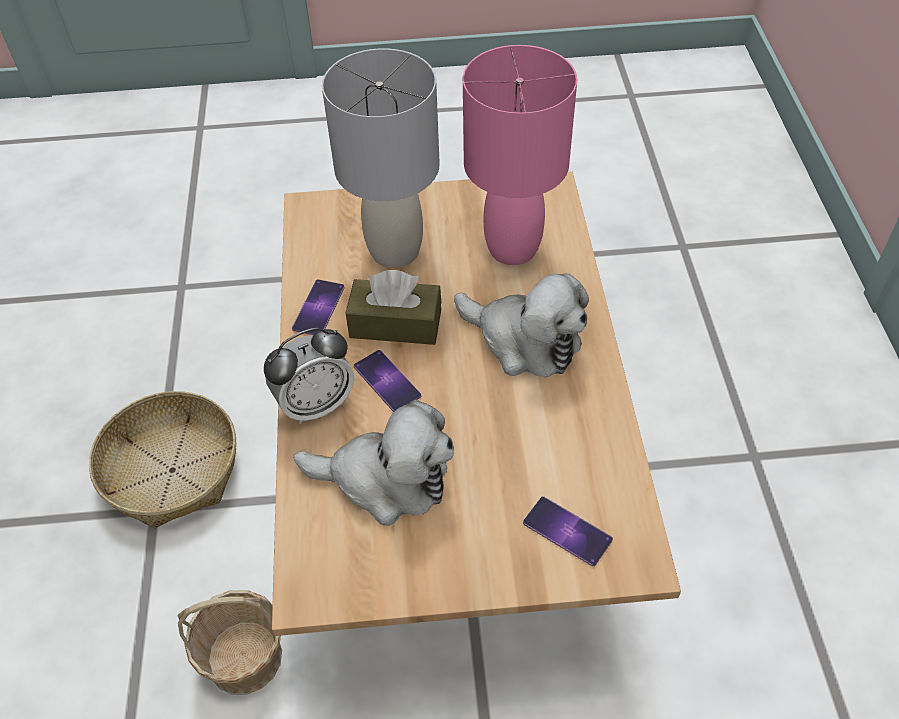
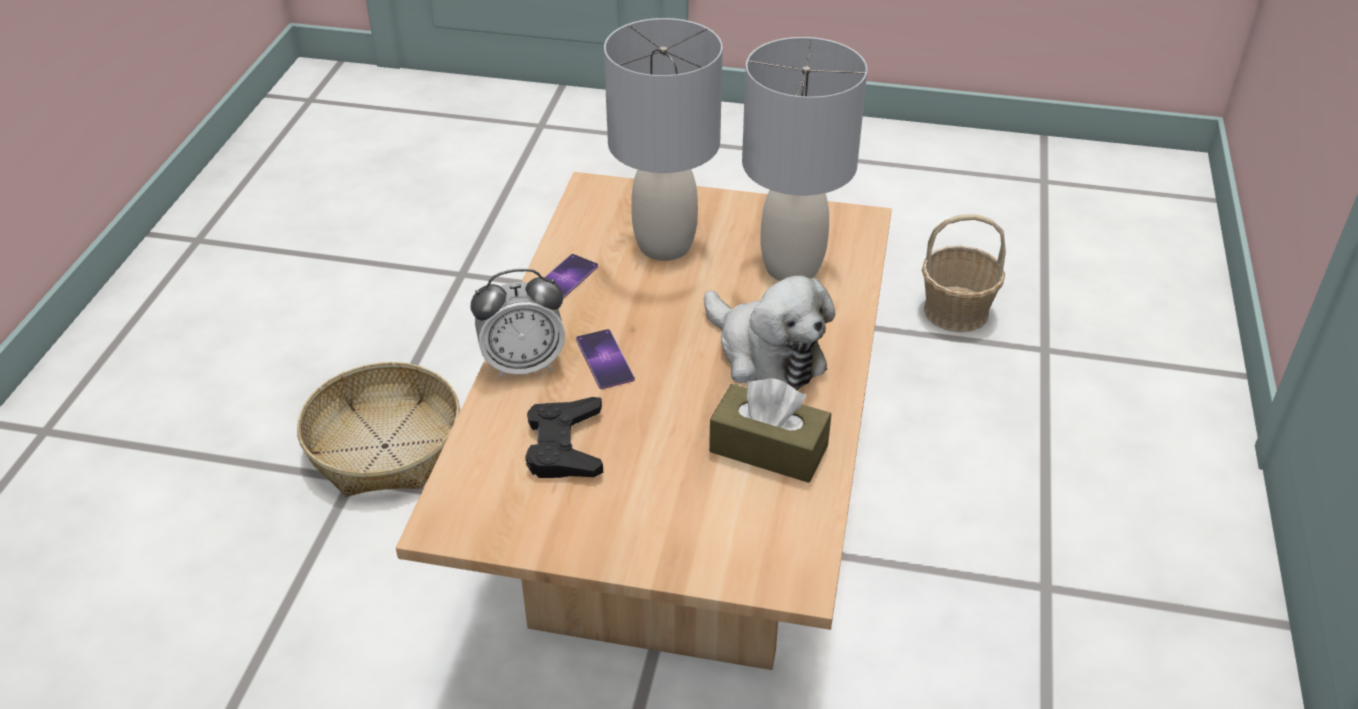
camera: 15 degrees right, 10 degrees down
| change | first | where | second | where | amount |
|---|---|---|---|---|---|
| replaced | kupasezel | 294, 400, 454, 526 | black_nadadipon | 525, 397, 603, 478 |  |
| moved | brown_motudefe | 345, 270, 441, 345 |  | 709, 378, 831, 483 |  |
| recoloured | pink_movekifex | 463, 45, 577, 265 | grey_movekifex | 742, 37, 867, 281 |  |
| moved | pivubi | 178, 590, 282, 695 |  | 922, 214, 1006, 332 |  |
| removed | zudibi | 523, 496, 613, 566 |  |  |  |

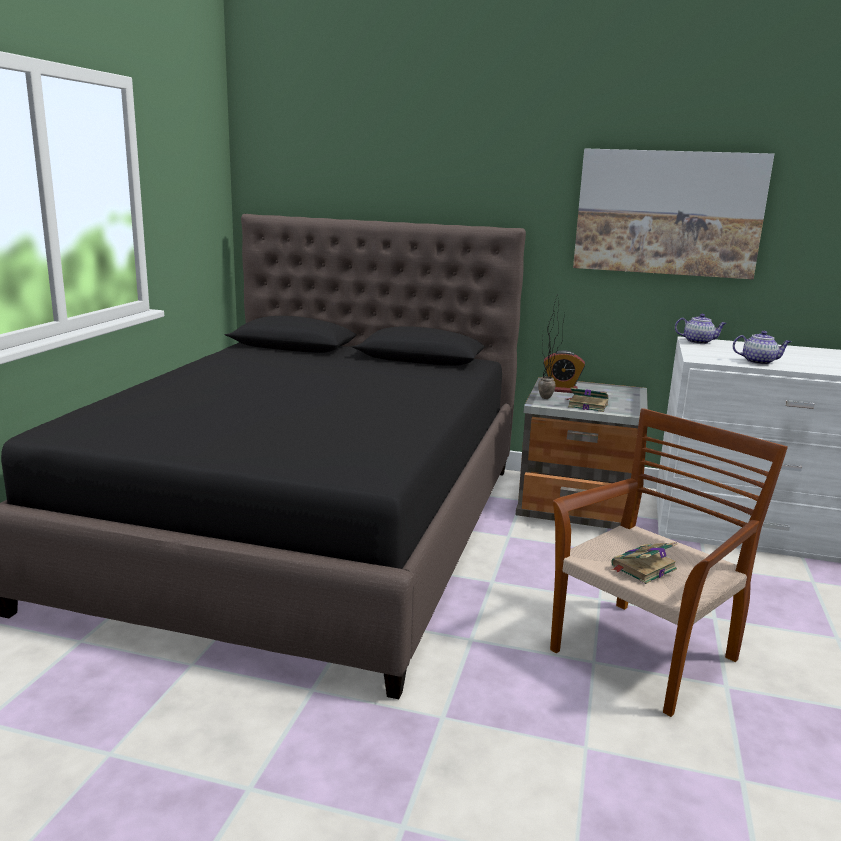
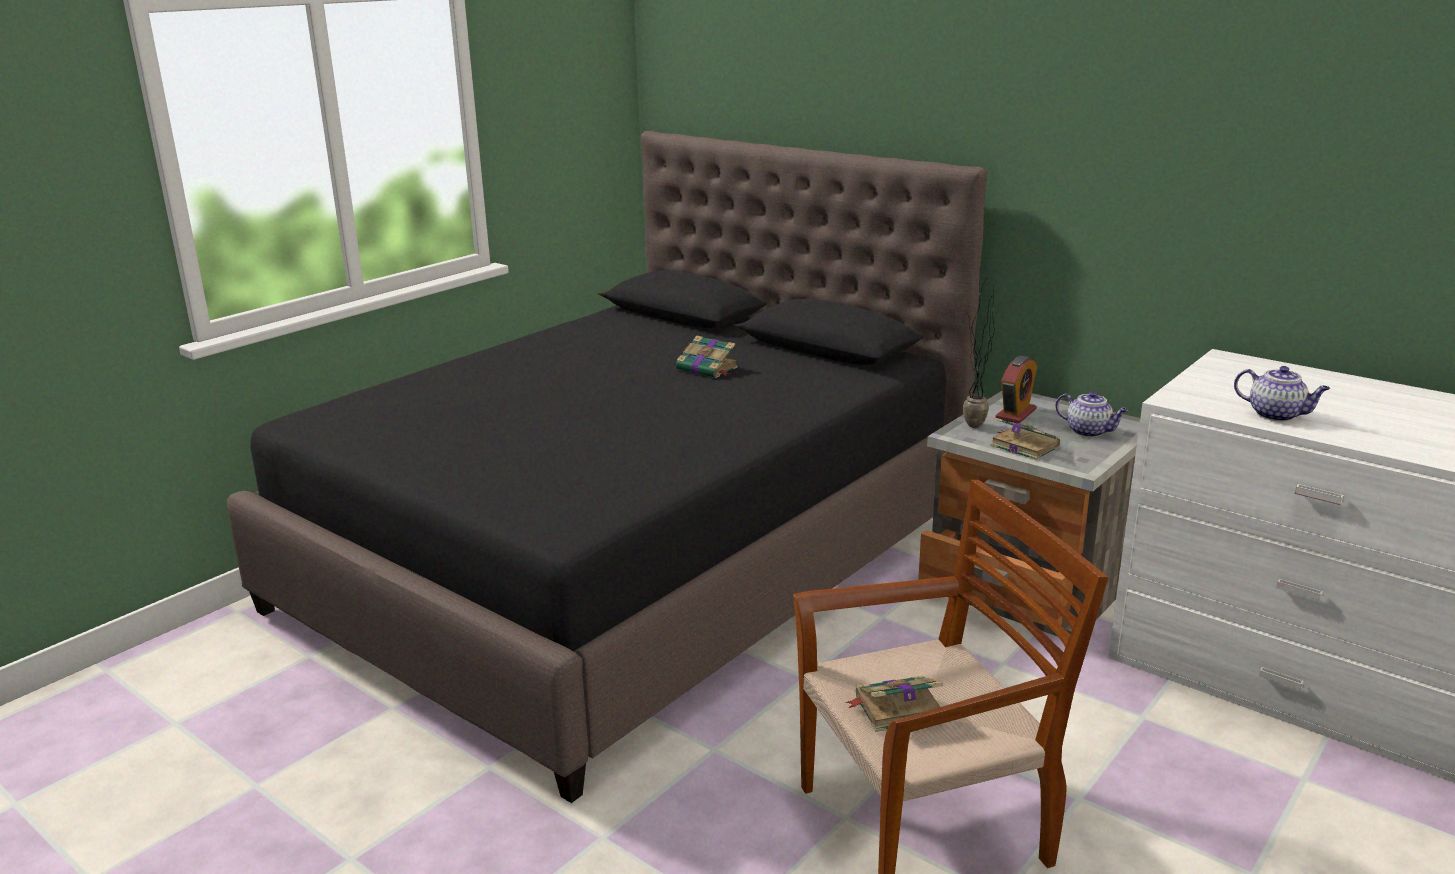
camera: 25 degrees right, 5 degrees up
| change | first | where | second | where | amount |
|---|---|---|---|---|---|
| added |  |  | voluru | 676, 336, 738, 378 |  |
| turned | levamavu | 543, 350, 585, 393 |  | 995, 356, 1037, 424 | 90 degrees counterclockwise |
| moved | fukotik | 675, 314, 727, 344 |  | 1056, 391, 1128, 437 |  |
| removed | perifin | 573, 148, 774, 279 |  |  |  |

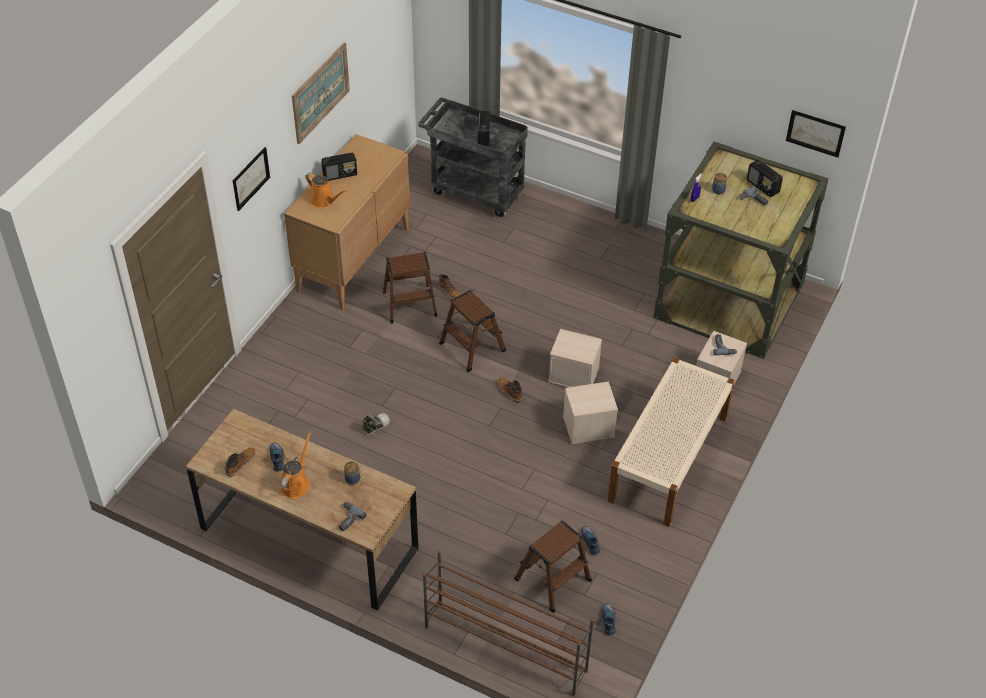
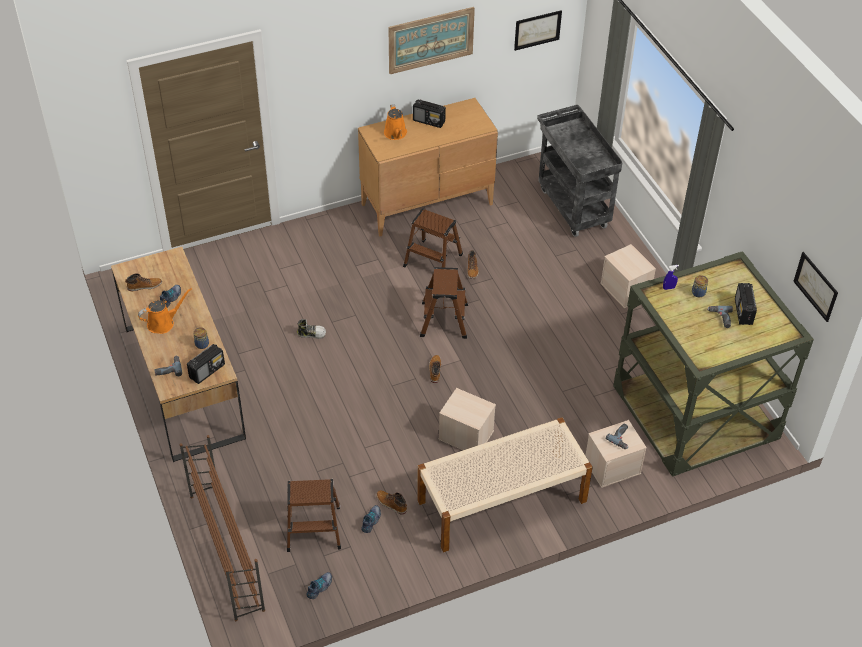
camera: 40 degrees right, 0 degrees up
| change | first | where | second | where | amount |
|---|---|---|---|---|---|
| moved | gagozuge | 478, 111, 491, 146 |  | 187, 344, 225, 384 |  |
| added |  |  | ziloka | 376, 490, 407, 515 |  |
| moved | perifin | 233, 147, 270, 211 |  | 514, 10, 562, 51 |  |
| moved | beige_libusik | 548, 329, 602, 387 |  | 600, 244, 656, 308 |  |

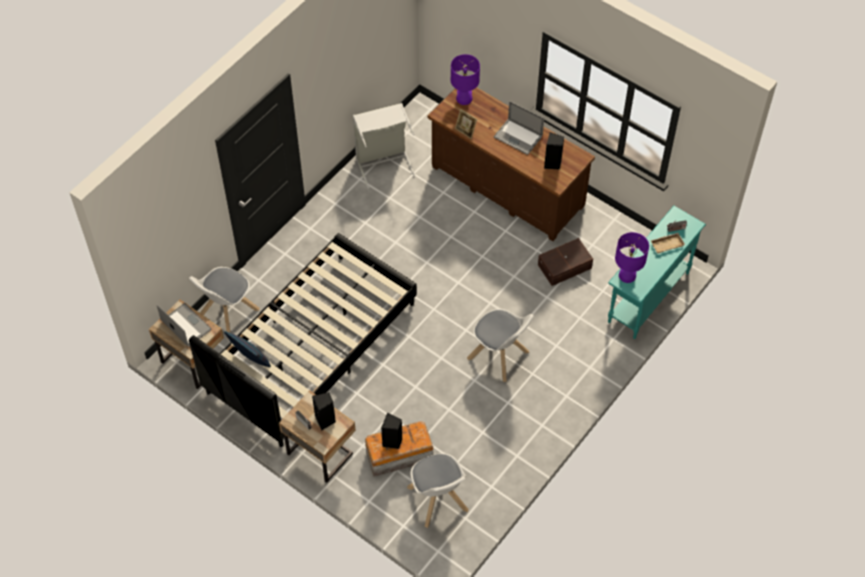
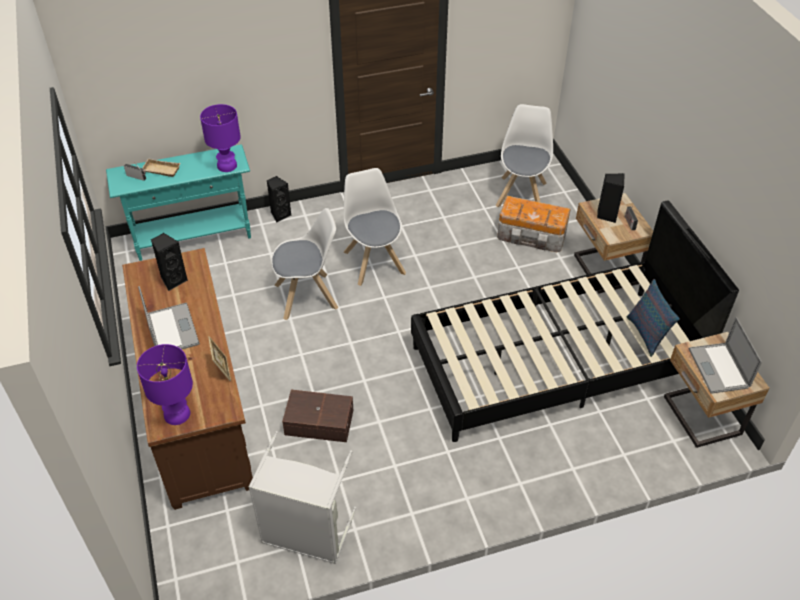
camera: 145 degrees left, 10 degrees down
| change | first | where | second | where | amount |
|---|---|---|---|---|---|
| moved | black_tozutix | 381, 413, 403, 449 |  | 266, 176, 291, 222 |  |
| moved | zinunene | 189, 267, 260, 338 |  | 272, 208, 338, 320 |  |
| moved | brown_libusik | 538, 238, 593, 286 |  | 282, 390, 353, 442 |  |

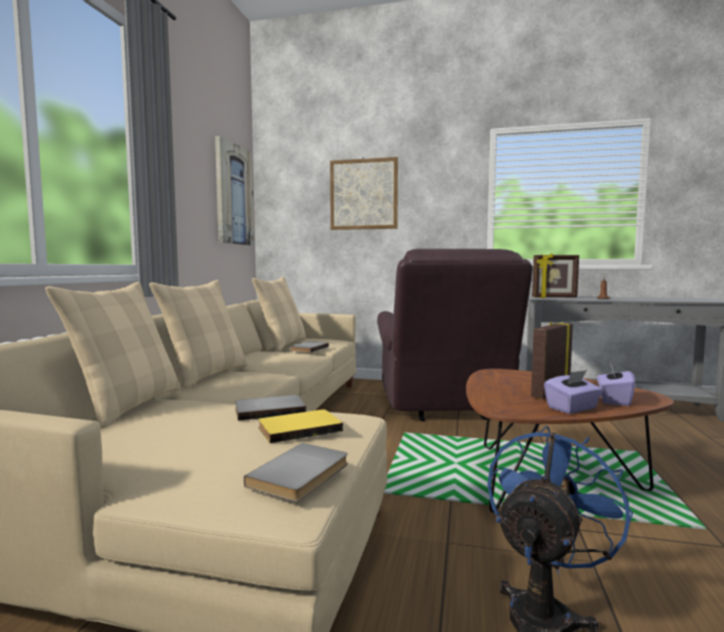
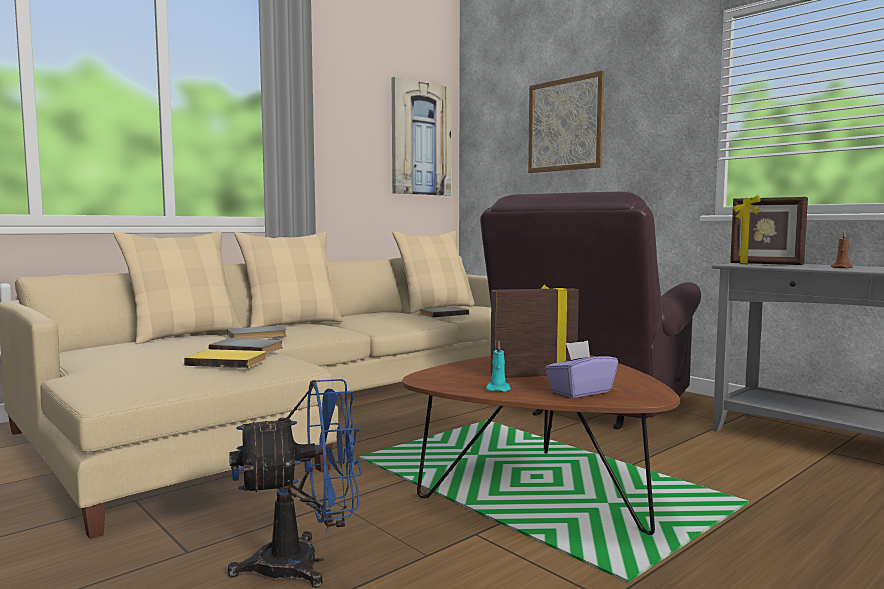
camera: 35 degrees right, 0 degrees up
| change | first | where | second | where | amount |
|---|---|---|---|---|---|
| moved | grey_voluru | 244, 443, 348, 502 |  | 227, 325, 286, 339 |  |
| replaced | purple_motudefe | 544, 370, 603, 414 | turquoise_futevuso | 486, 341, 511, 392 |  |

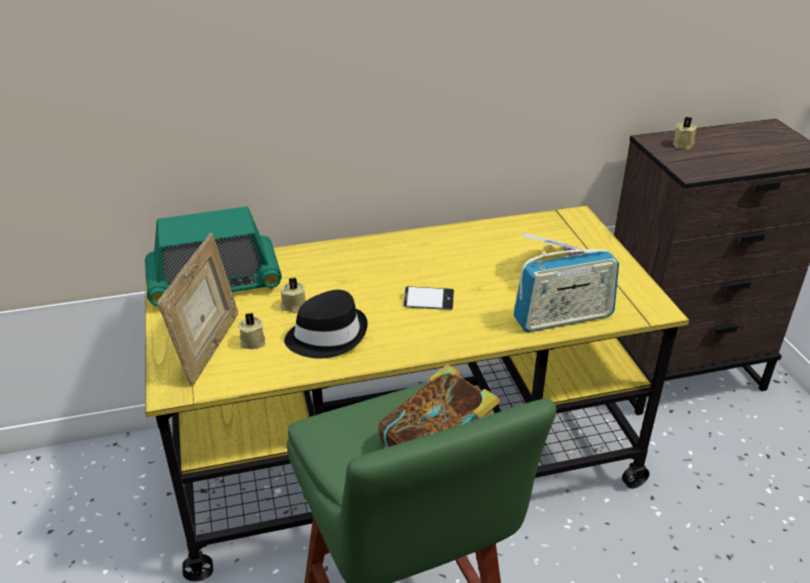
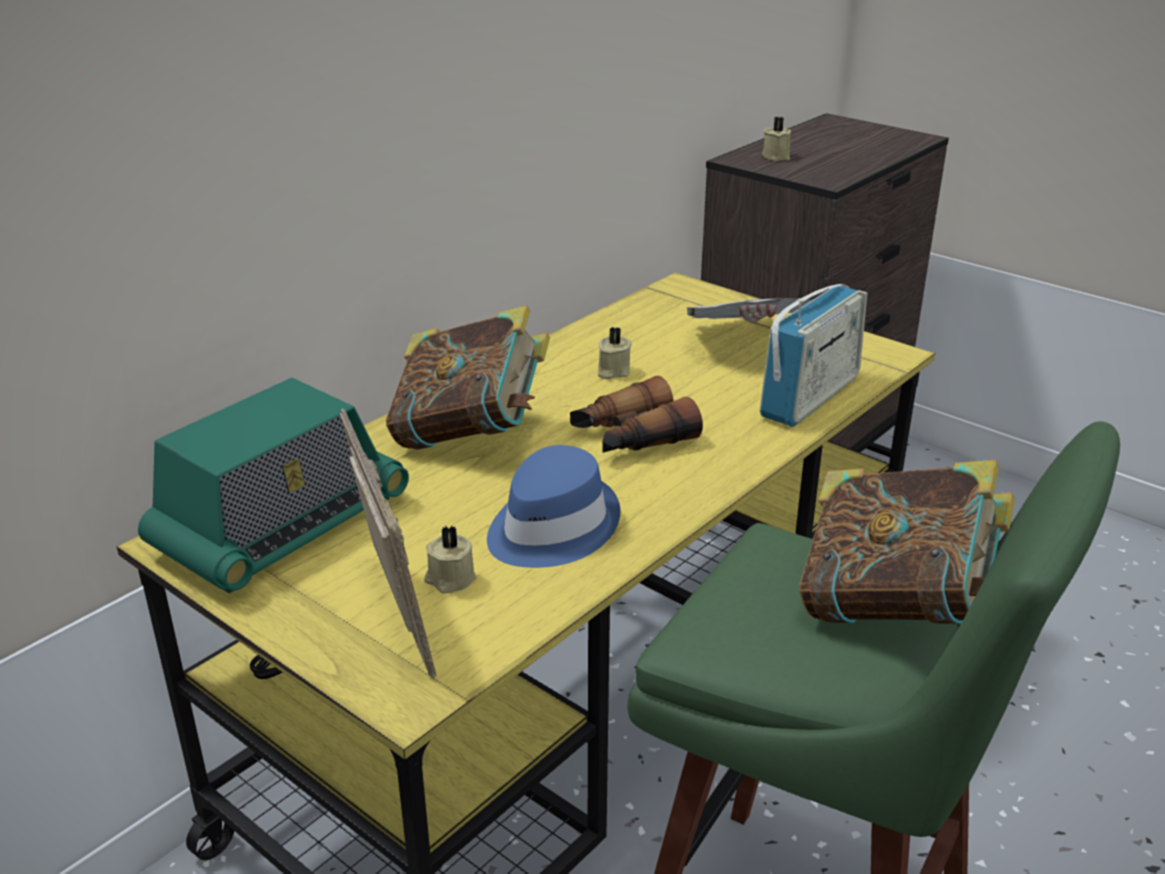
camera: 35 degrees left, 5 degrees down
| change | first | where | second | where | amount |
|---|---|---|---|---|---|
| added |  |  | voluru | 386, 305, 550, 450 |  |
| recoloured | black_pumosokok | 284, 290, 368, 359 | blue_pumosokok | 487, 445, 620, 568 |  |
| replaced | zudibi | 403, 286, 454, 310 | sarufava | 570, 376, 703, 453 |  |
| moved | beige_futevuso | 280, 278, 306, 313 |  | 598, 327, 632, 379 |  |

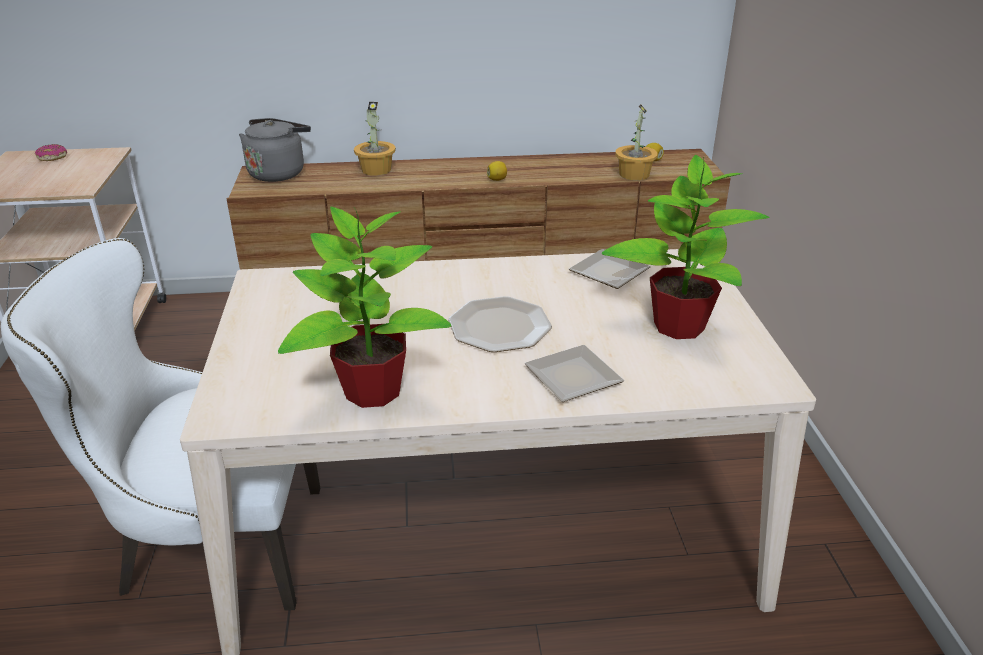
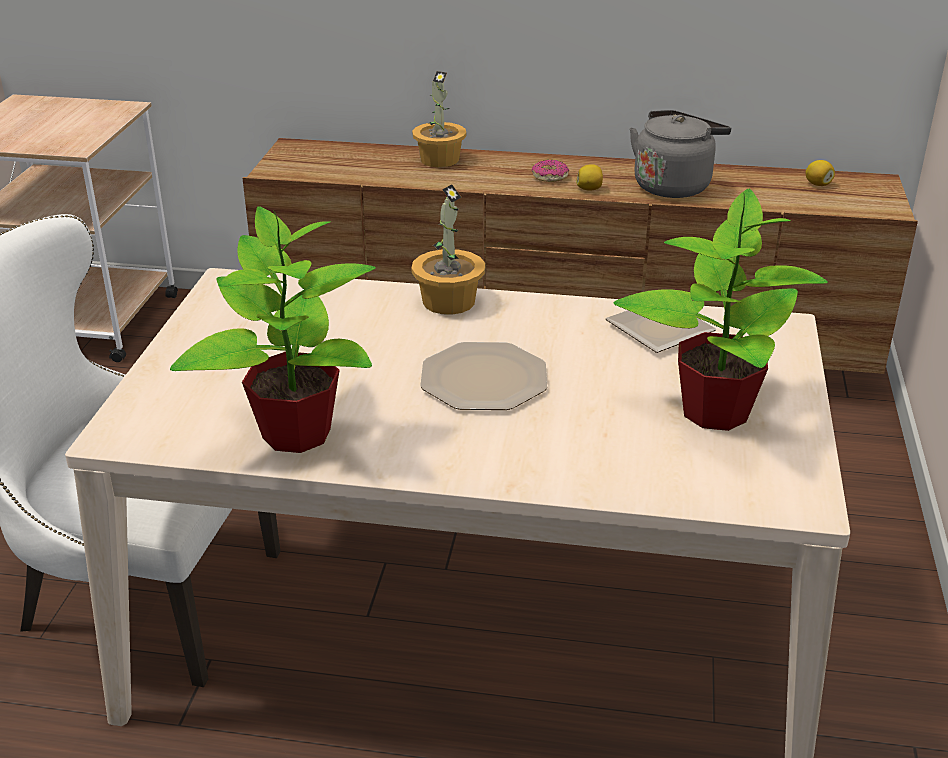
camera: 15 degrees right, 0 degrees up
| change | first | where | second | where | amount |
|---|---|---|---|---|---|
| moved | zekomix | 615, 104, 658, 180 |  | 412, 184, 485, 315 |  |
| moved | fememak | 35, 144, 67, 161 |  | 532, 160, 569, 182 |  |
| moved | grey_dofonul | 239, 118, 311, 182 |  | 630, 110, 731, 198 |  |
| removed | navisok | 524, 345, 624, 402 |  |  |  |

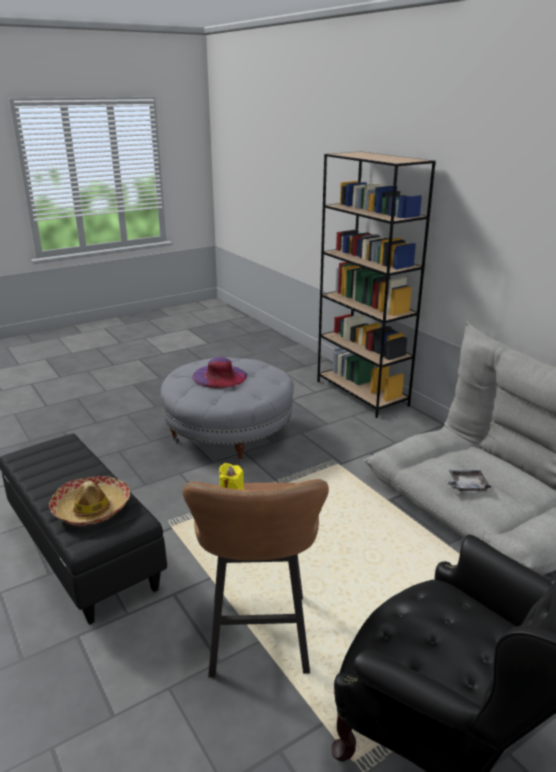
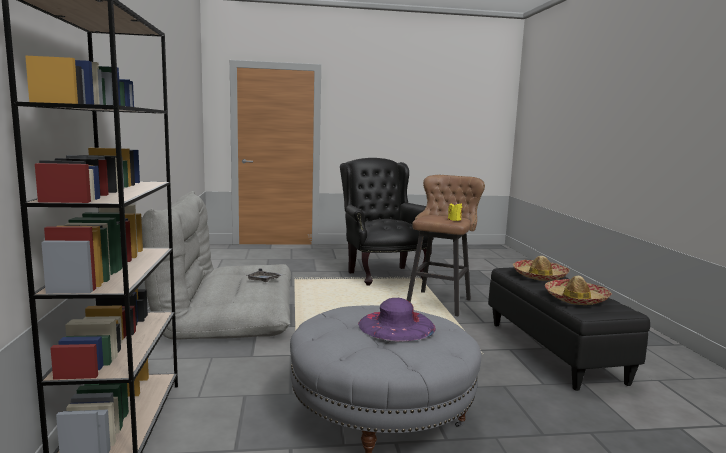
camera: 155 degrees left, 15 degrees down
| change | first | where | second | where | amount |
|---|---|---|---|---|---|
| added |  |  | pumosokok | 545, 276, 612, 305 |  |

